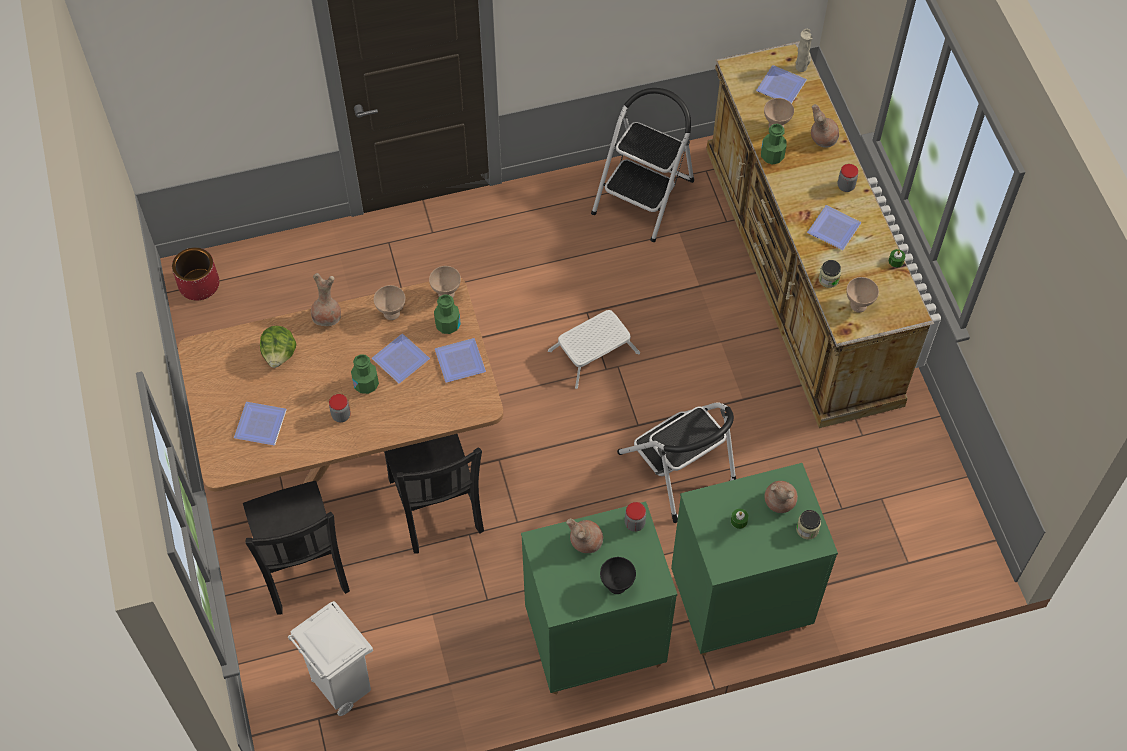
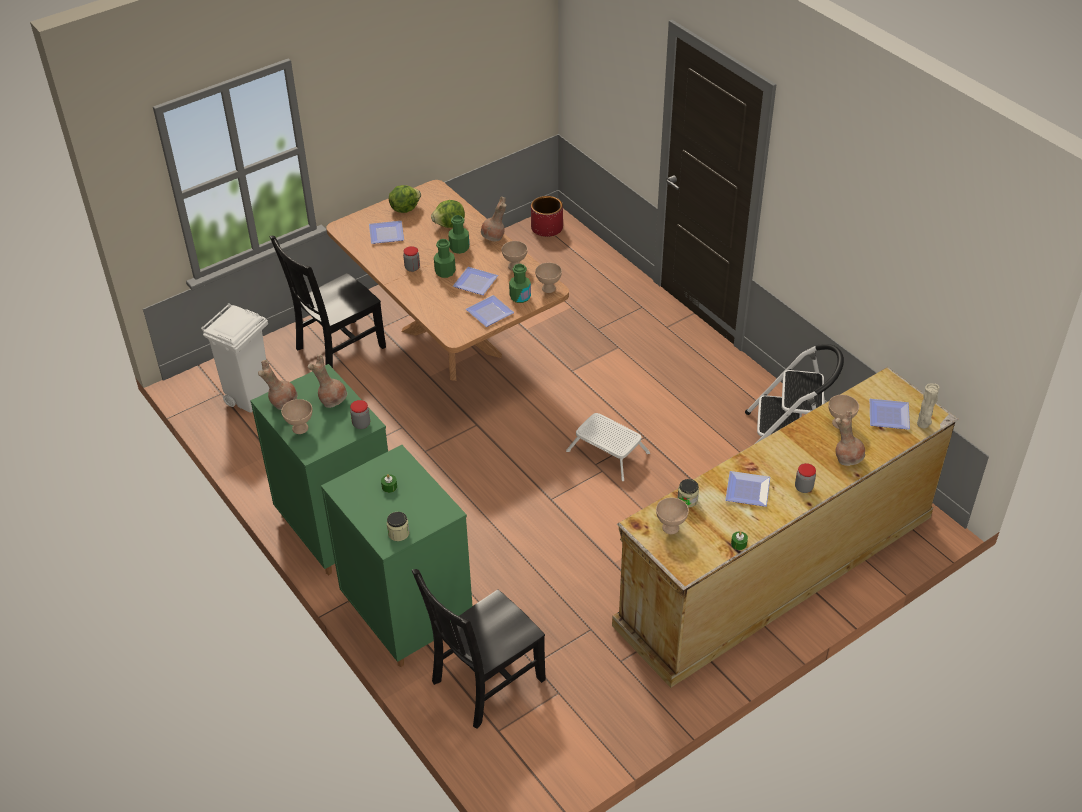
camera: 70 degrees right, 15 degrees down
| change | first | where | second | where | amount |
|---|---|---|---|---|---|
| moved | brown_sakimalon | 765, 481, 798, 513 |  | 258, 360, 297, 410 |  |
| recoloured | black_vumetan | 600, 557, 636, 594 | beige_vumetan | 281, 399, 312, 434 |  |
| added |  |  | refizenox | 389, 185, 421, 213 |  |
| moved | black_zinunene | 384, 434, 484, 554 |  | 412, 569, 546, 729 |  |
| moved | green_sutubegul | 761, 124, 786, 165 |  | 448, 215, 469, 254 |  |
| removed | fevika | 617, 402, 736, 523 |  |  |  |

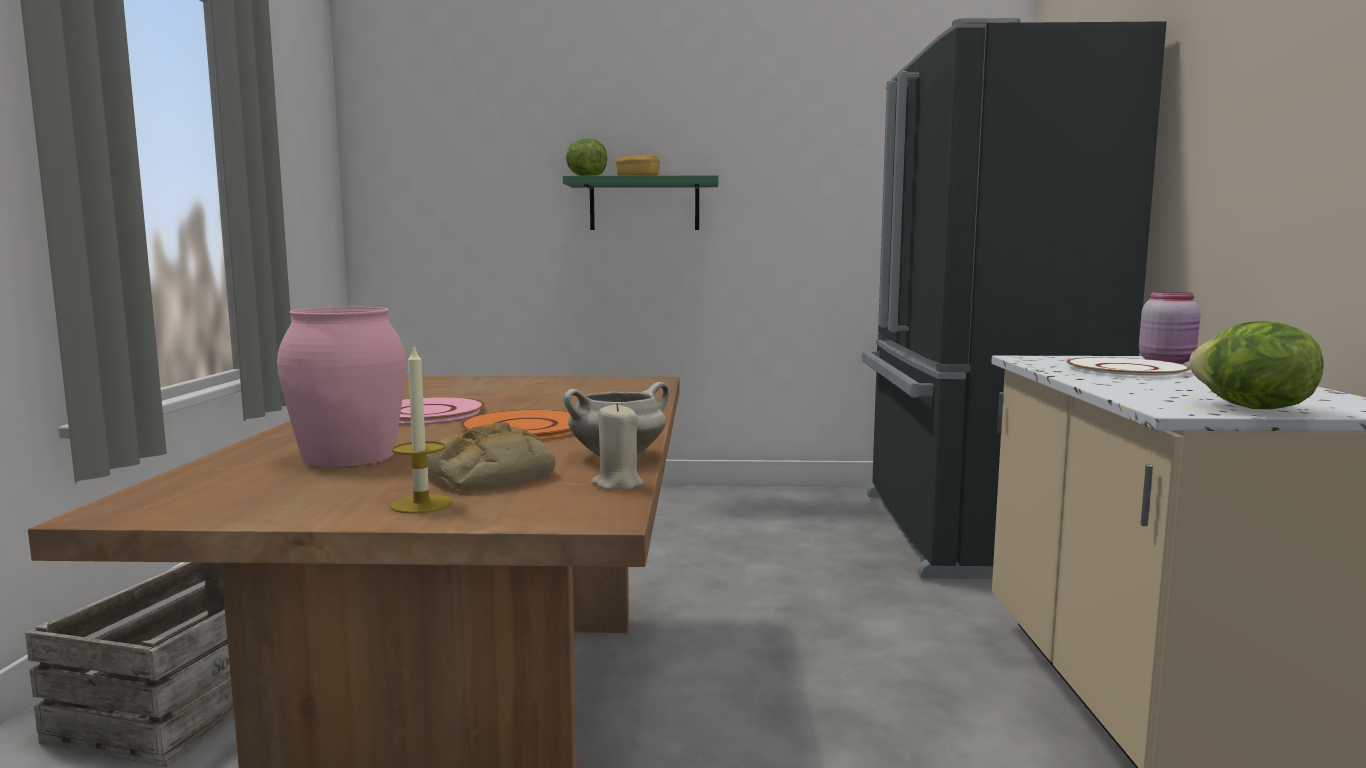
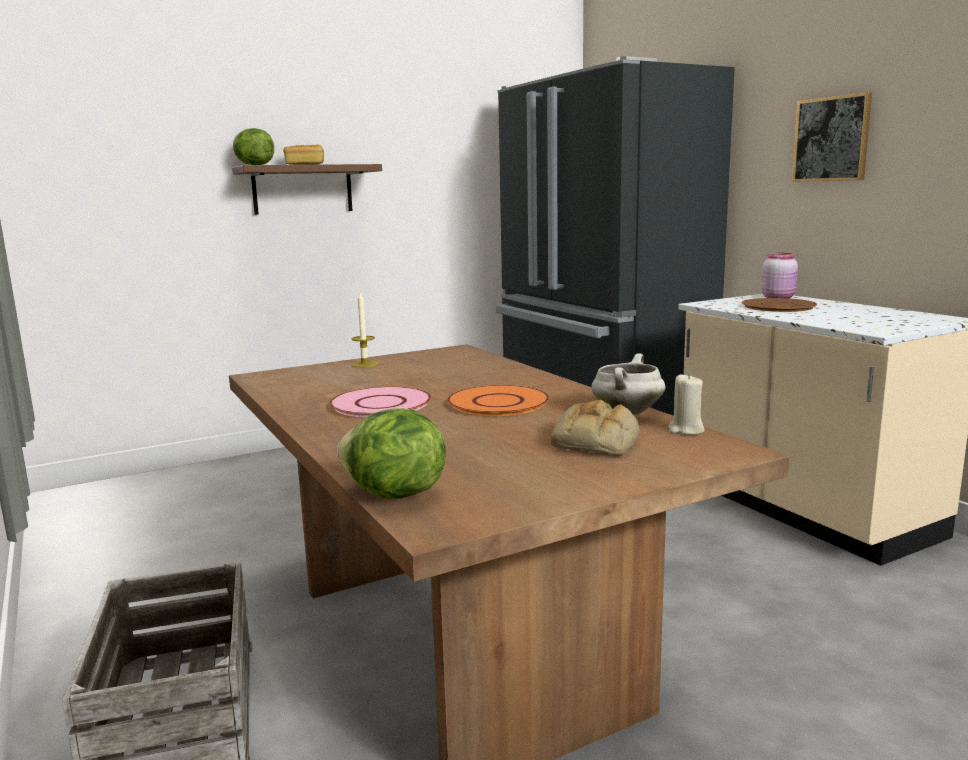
camera: 30 degrees left, 5 degrees up
| change | first | where | second | where | amount |
|---|---|---|---|---|---|
| recoloured | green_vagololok | 563, 175, 719, 230 | brown_vagololok | 232, 164, 382, 215 |  |
| moved | refizenox | 1189, 321, 1324, 409 |  | 337, 408, 445, 499 |  |
| moved | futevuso | 390, 344, 452, 514 |  | 351, 292, 379, 368 |  |
| recoloured | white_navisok | 1066, 357, 1190, 377 | brown_navisok | 741, 298, 817, 312 |  |
| added |  |  | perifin | 792, 92, 872, 182 |  |
| removed | pink_sakimalon | 277, 307, 406, 467 |  |  |  |

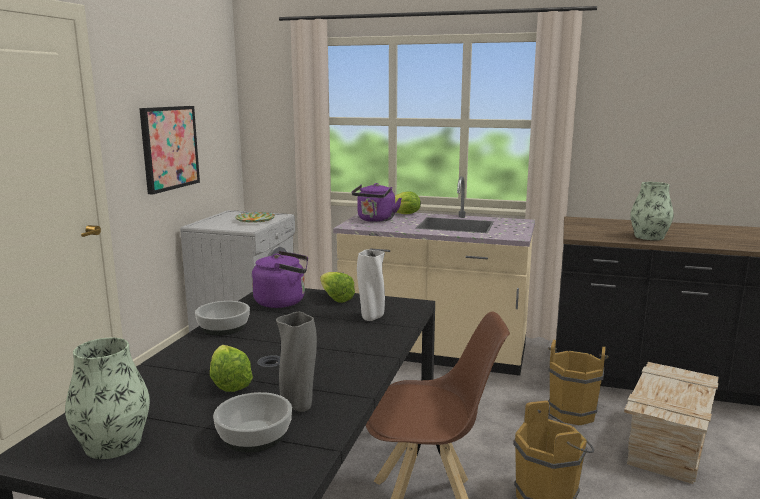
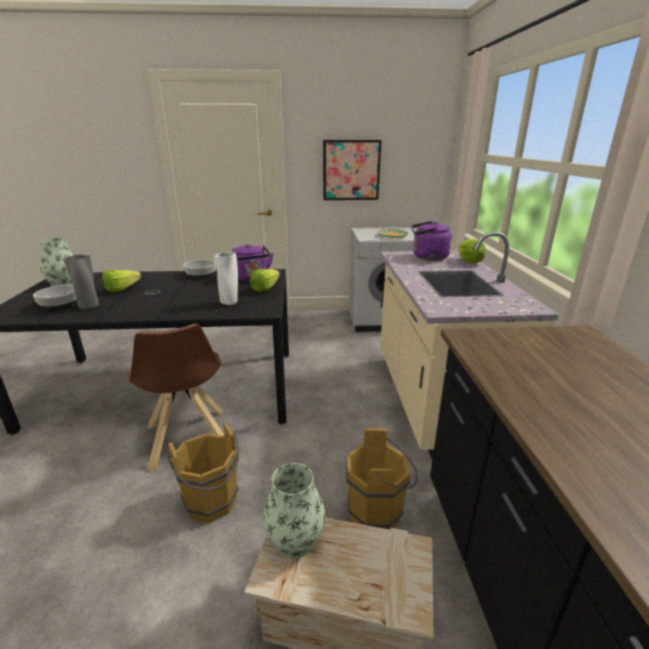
camera: 70 degrees right, 10 degrees up
| change | first | where | second | where | amount |
|---|---|---|---|---|---|
| moved | sakimalon | 630, 182, 674, 240 |  | 263, 463, 325, 558 |  |

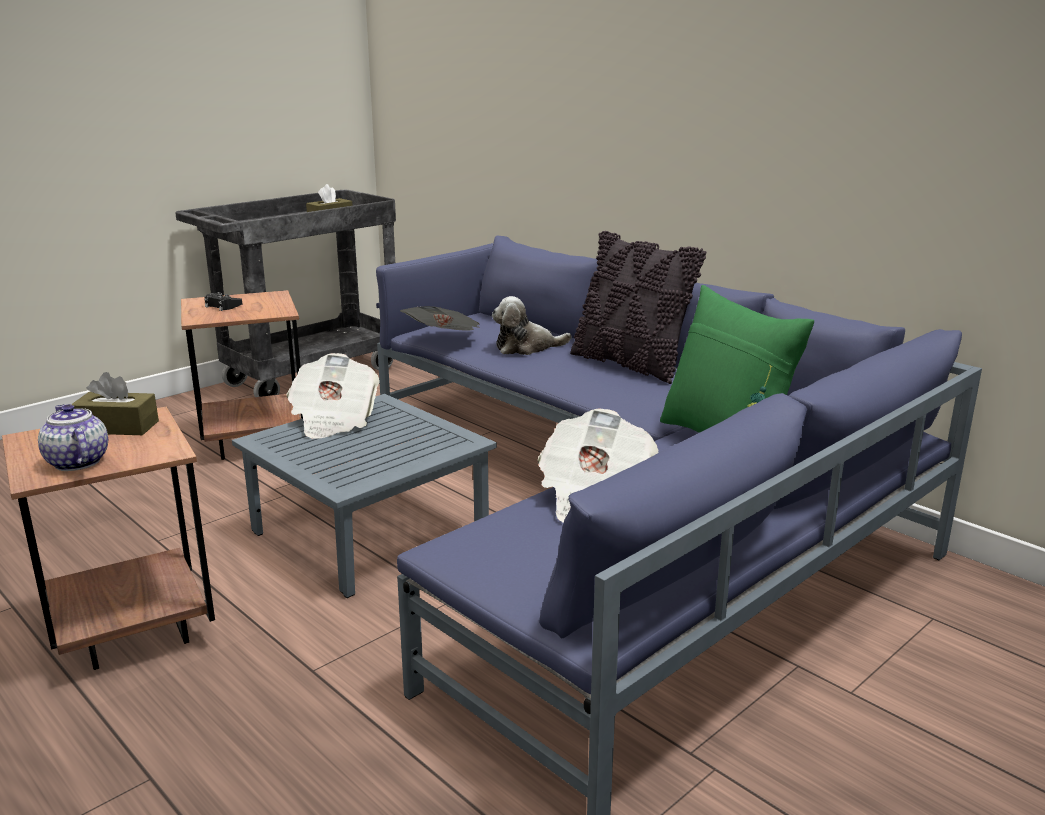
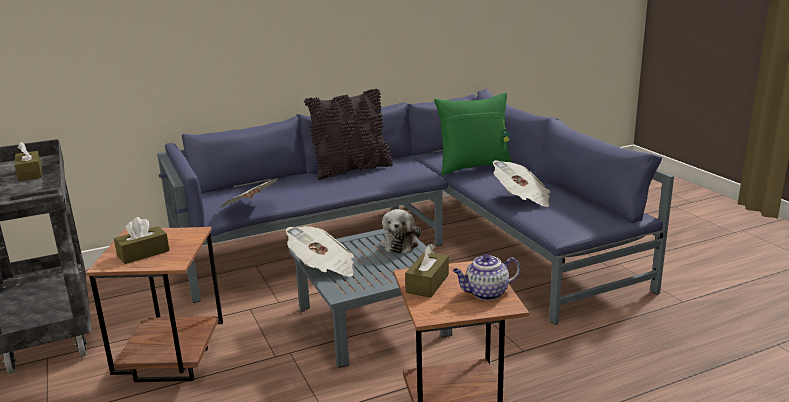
camera: 70 degrees left, 0 degrees up
| change | first | where | second | where | amount |
|---|---|---|---|---|---|
| replaced | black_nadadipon | 204, 292, 242, 311 | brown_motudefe | 114, 217, 170, 264 |  |
| moved | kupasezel | 492, 296, 571, 355 |  | 380, 209, 421, 254 |  |

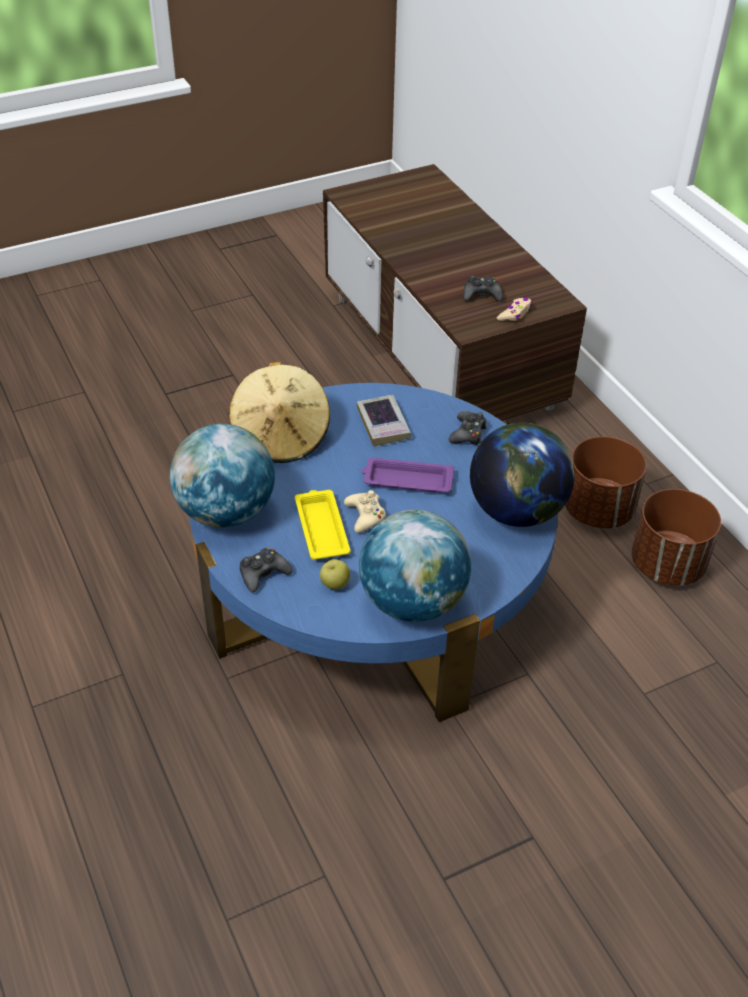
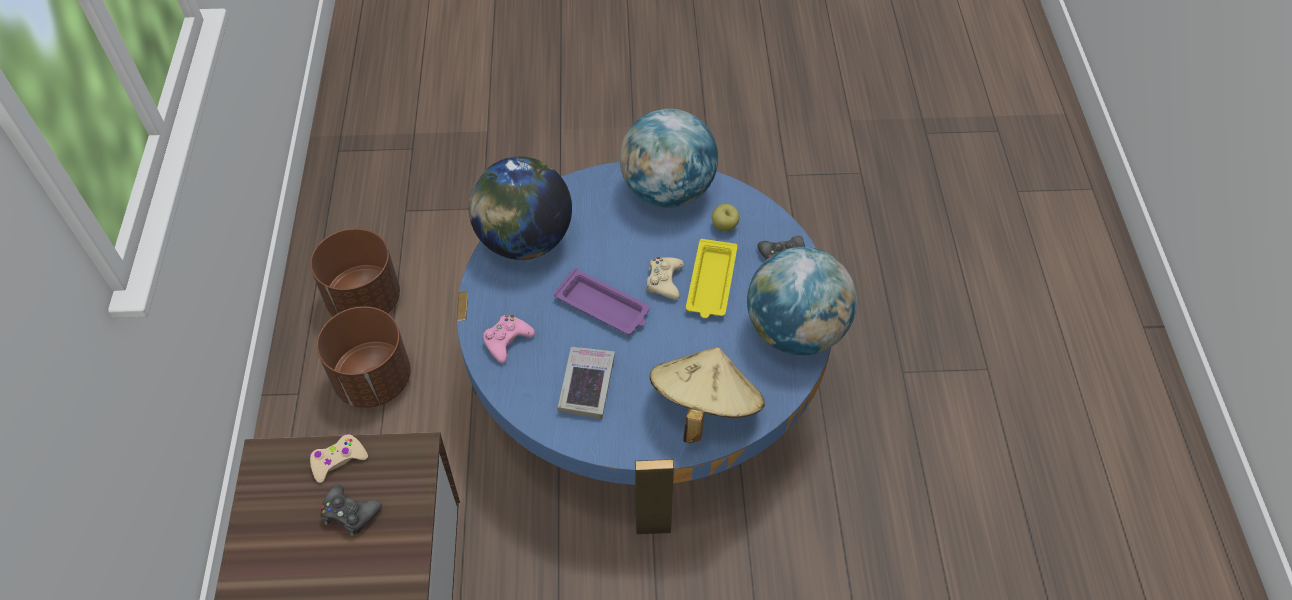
camera: 155 degrees left, 10 degrees up
| change | first | where | second | where | amount |
|---|---|---|---|---|---|
| recoloured | black_nadadipon | 449, 411, 487, 445 | pink_nadadipon | 483, 315, 535, 363 |  |

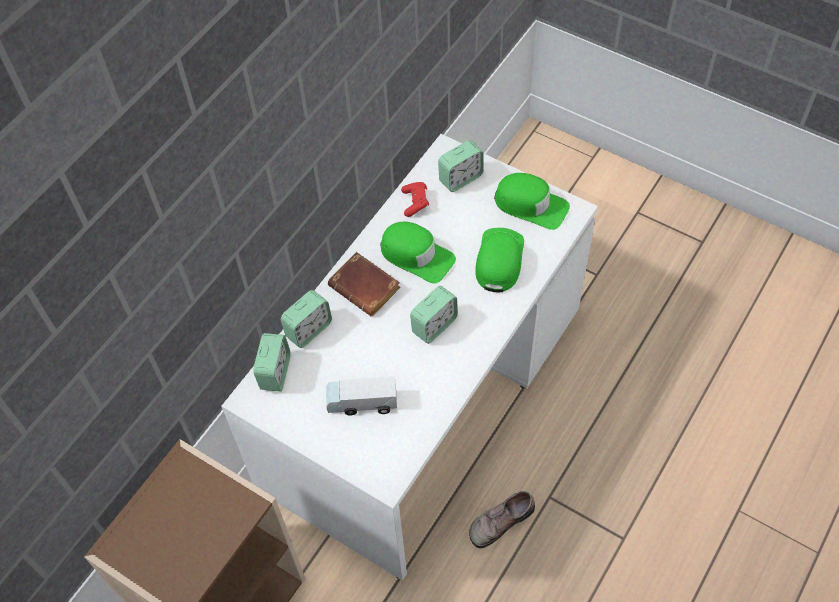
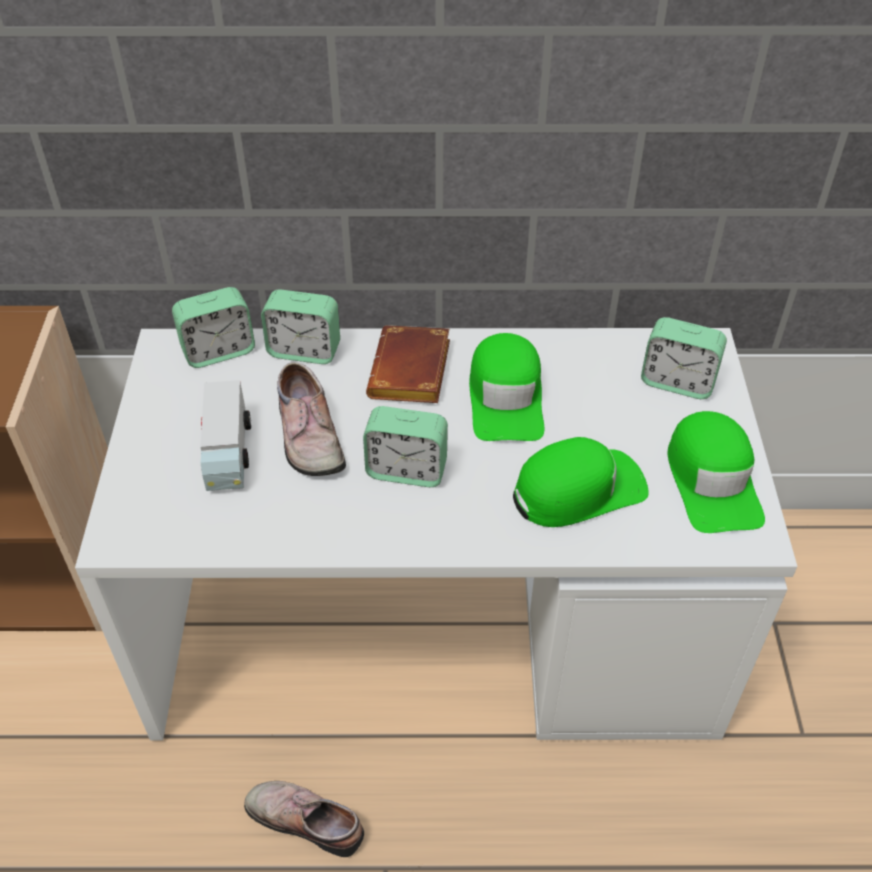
camera: 55 degrees right, 10 degrees down
| change | first | where | second | where | amount |
|---|---|---|---|---|---|
| turned | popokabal | 326, 376, 397, 415 |  | 201, 380, 251, 491 | 150 degrees counterclockwise |
| added |  |  | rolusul | 277, 362, 346, 476 |  |
| removed | red_nadadipon | 401, 182, 429, 217 |  |  |  |

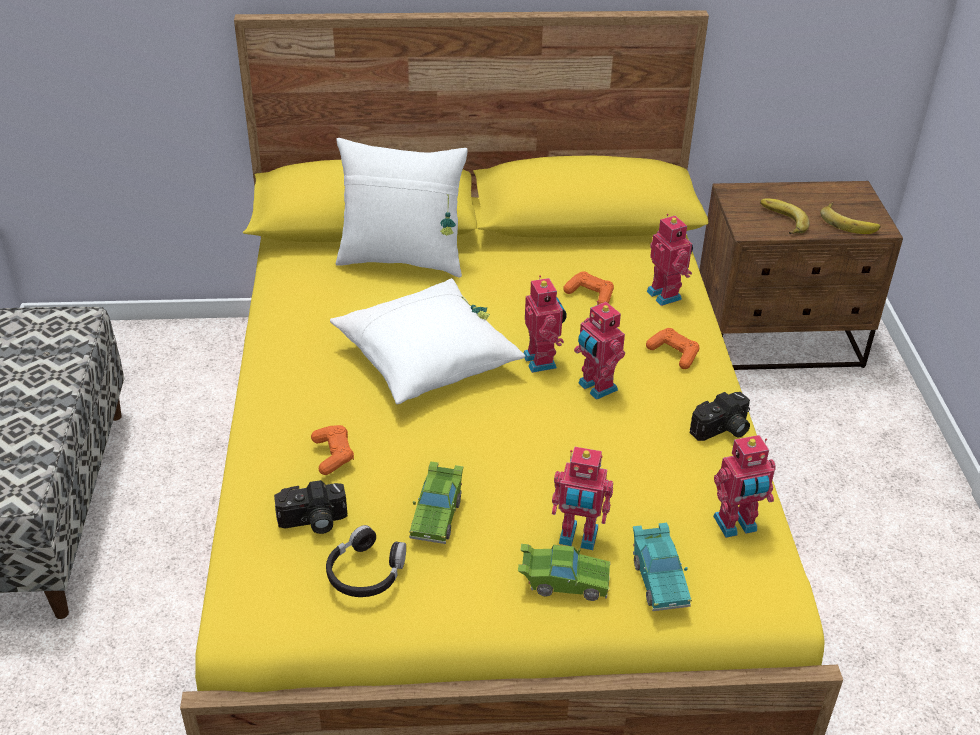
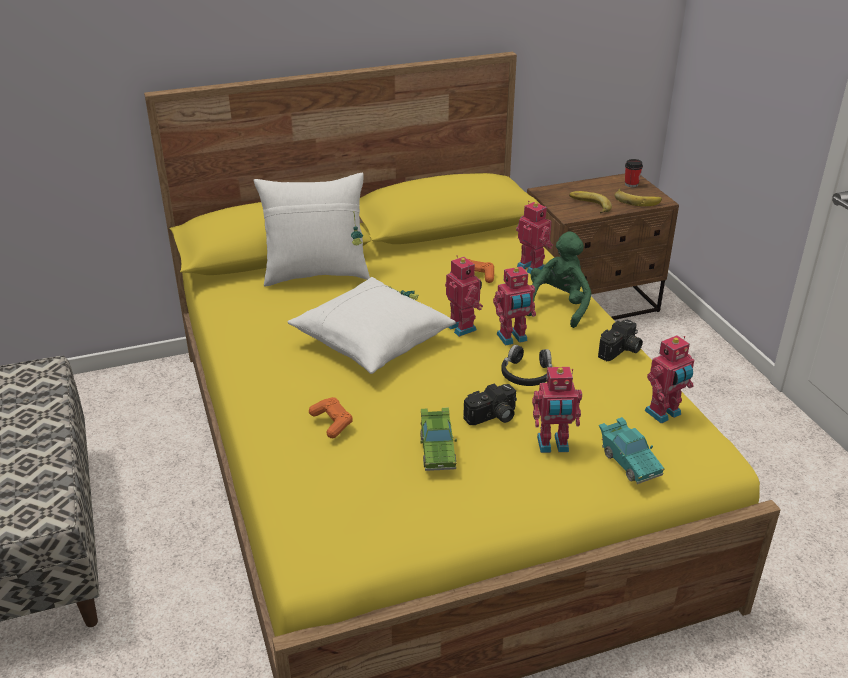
camera: 15 degrees left, 5 degrees down
| change | first | where | second | where | amount |
|---|---|---|---|---|---|
| moved | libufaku | 274, 480, 347, 534 |  | 463, 383, 517, 425 |  |
| turned | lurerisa | 574, 301, 625, 400 |  | 493, 266, 536, 346 | 60 degrees counterclockwise |
| moved | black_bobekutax | 326, 525, 406, 597 |  | 501, 345, 553, 386 |  |
| replaced | orange_nadadipon | 646, 328, 700, 369 | green_kupasezel | 527, 231, 591, 328 |  |
| added |  |  | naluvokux | 625, 159, 643, 187 |  |
| removed | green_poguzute | 518, 544, 611, 601 |  |  |  |

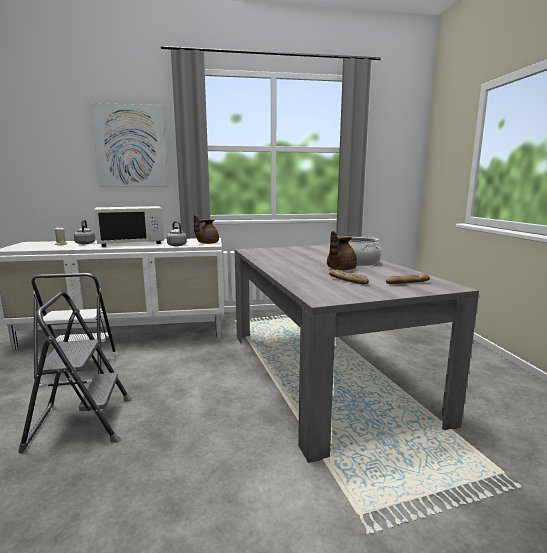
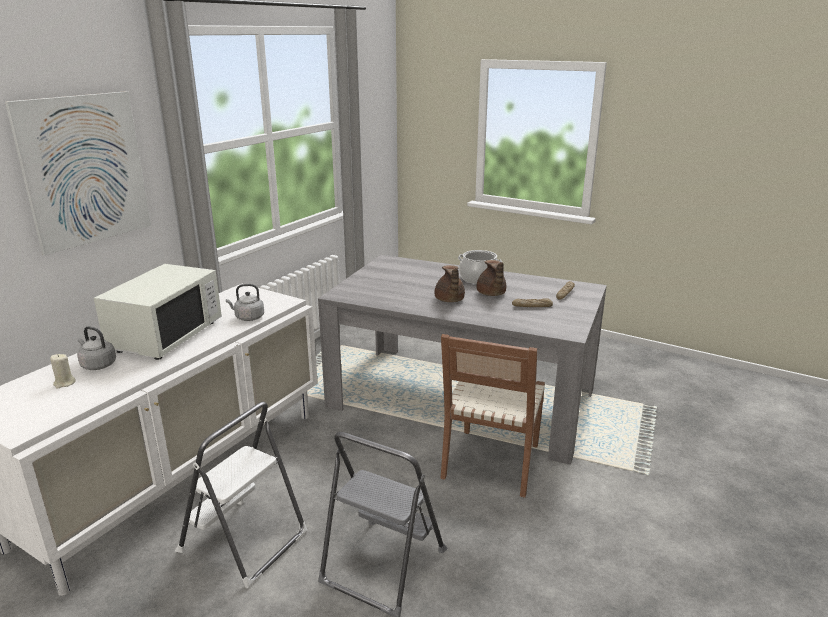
camera: 50 degrees left, 10 degrees up
| change | first | where | second | where | amount |
|---|---|---|---|---|---|
| moved | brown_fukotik | 194, 215, 219, 244 |  | 435, 265, 465, 302 |  |
| added |  |  | zinunene | 440, 334, 545, 498 |  |

